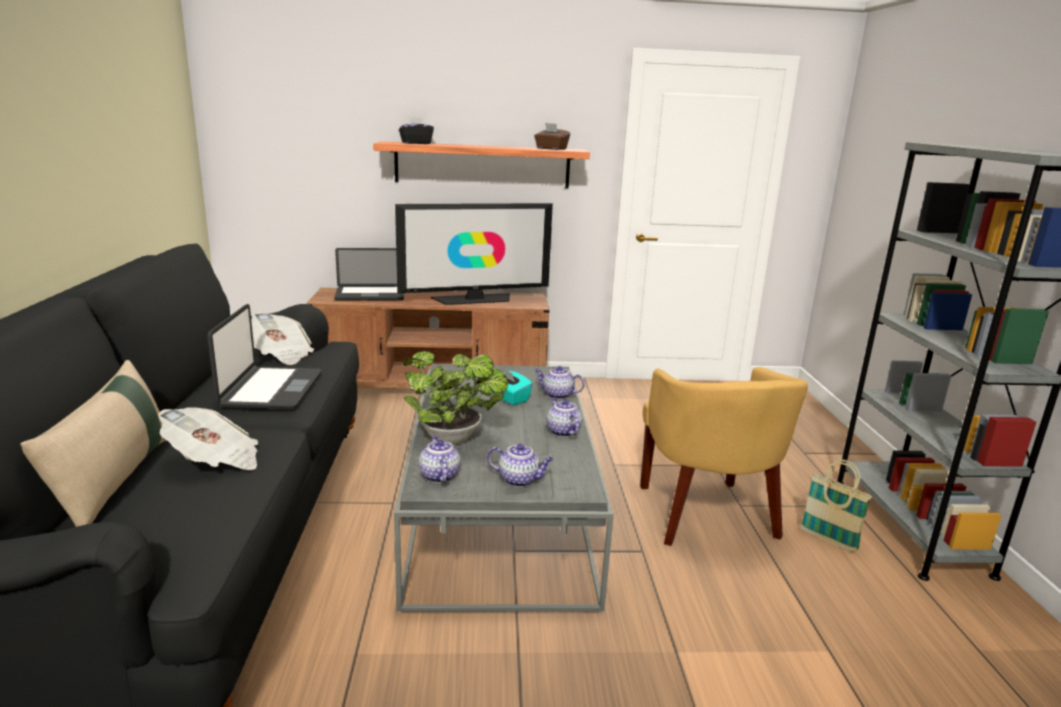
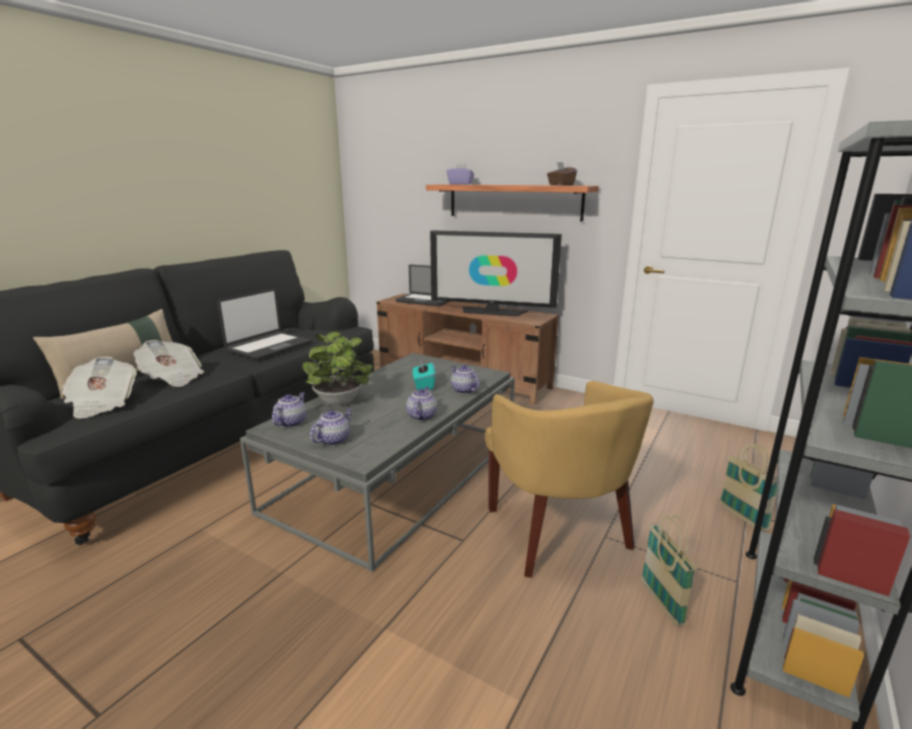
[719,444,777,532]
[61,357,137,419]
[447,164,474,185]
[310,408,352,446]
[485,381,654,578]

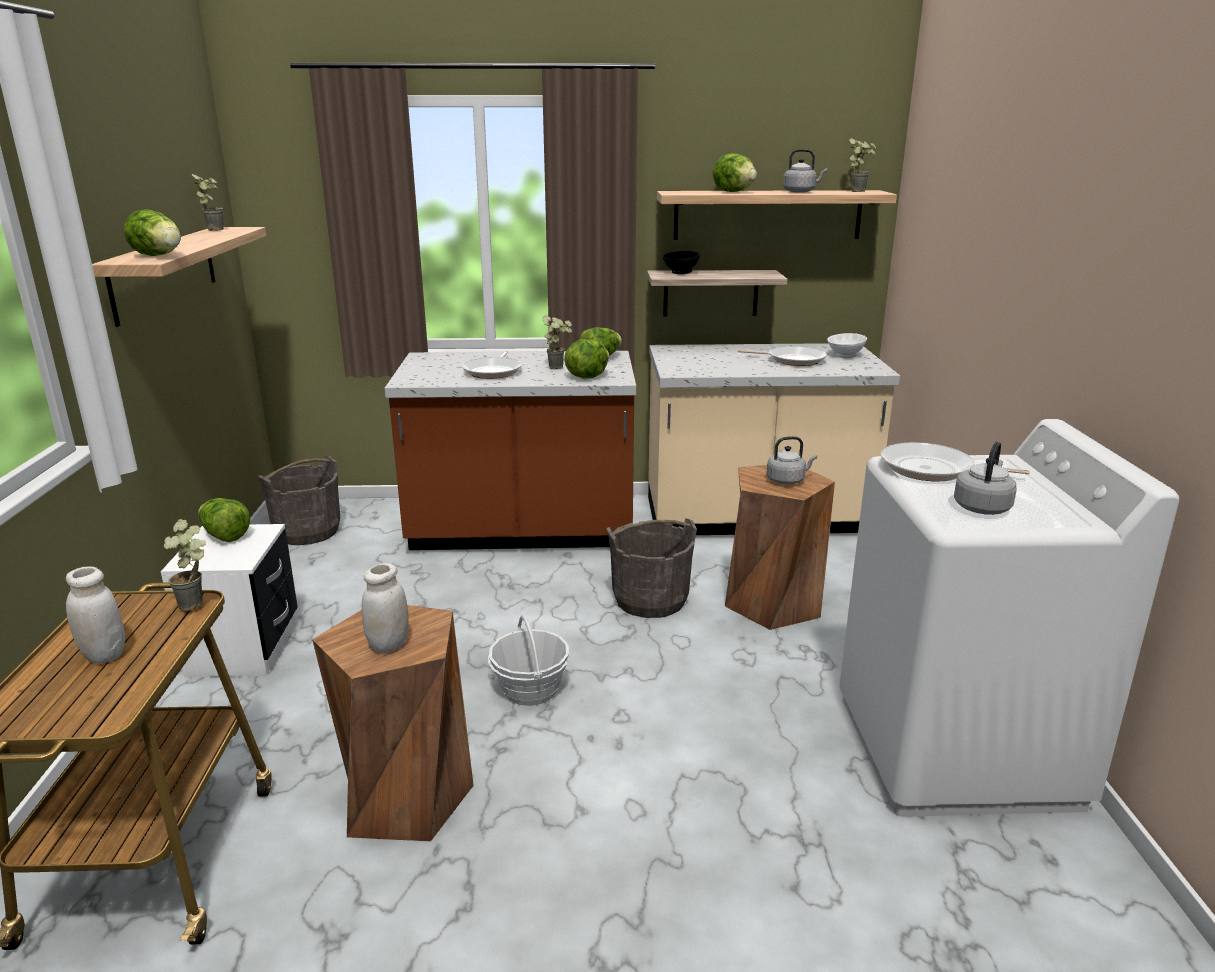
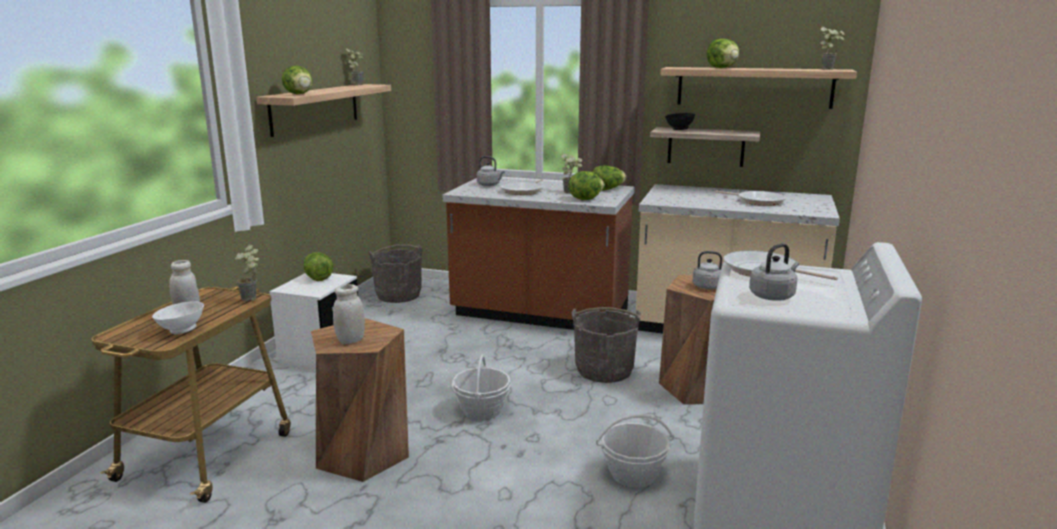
[596,415,674,488]
[477,156,505,186]
[152,301,204,334]

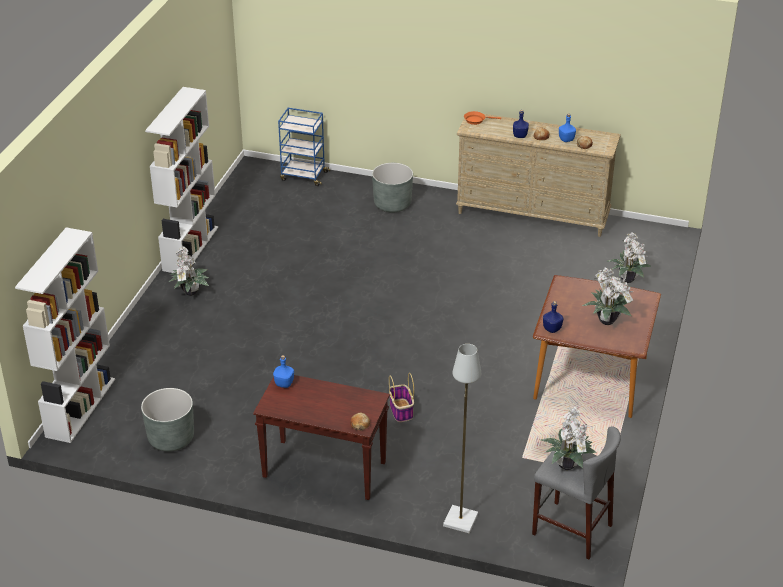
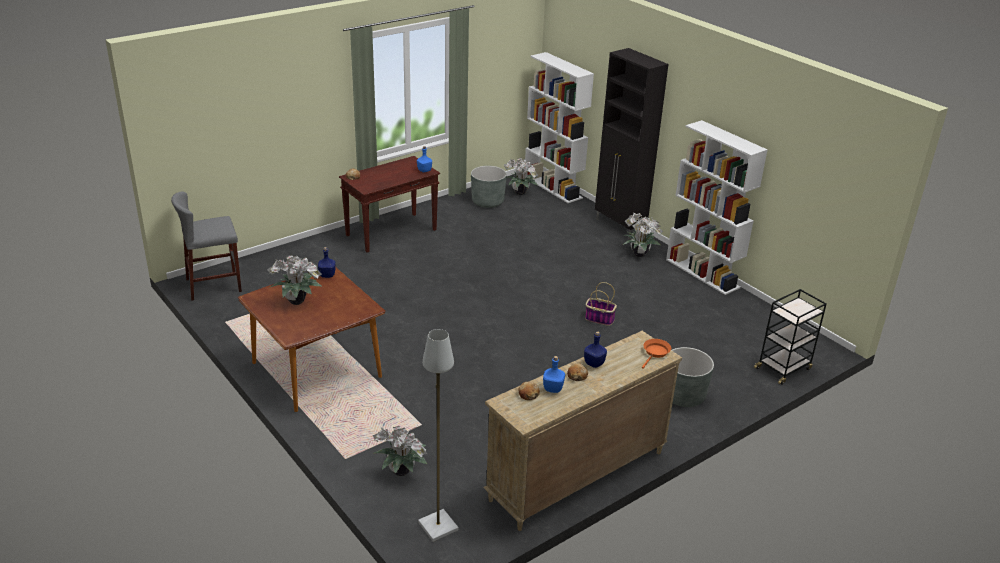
[595,48,668,239]
[585,282,617,326]
[418,329,459,542]
[504,158,538,195]
[754,289,827,385]

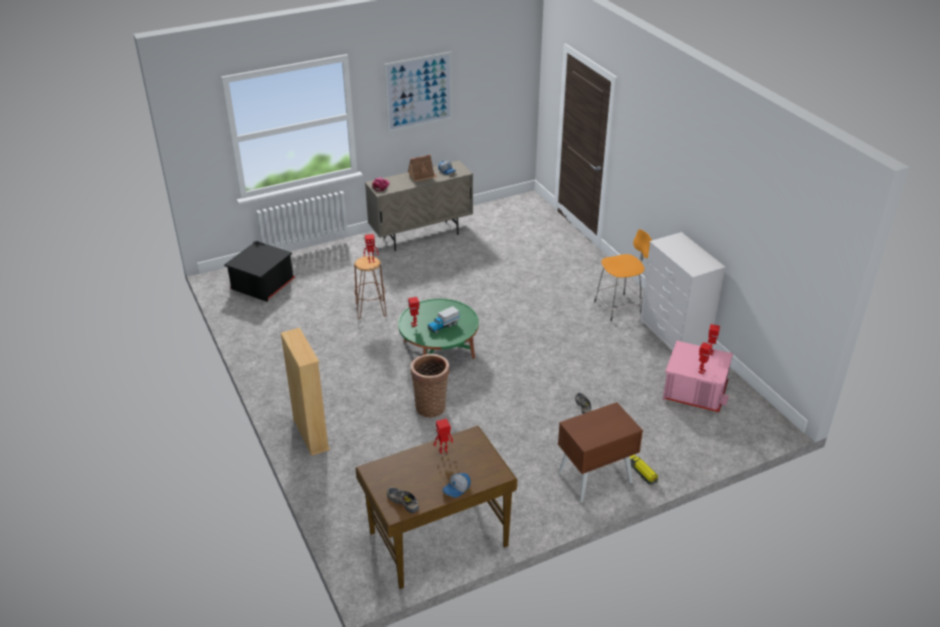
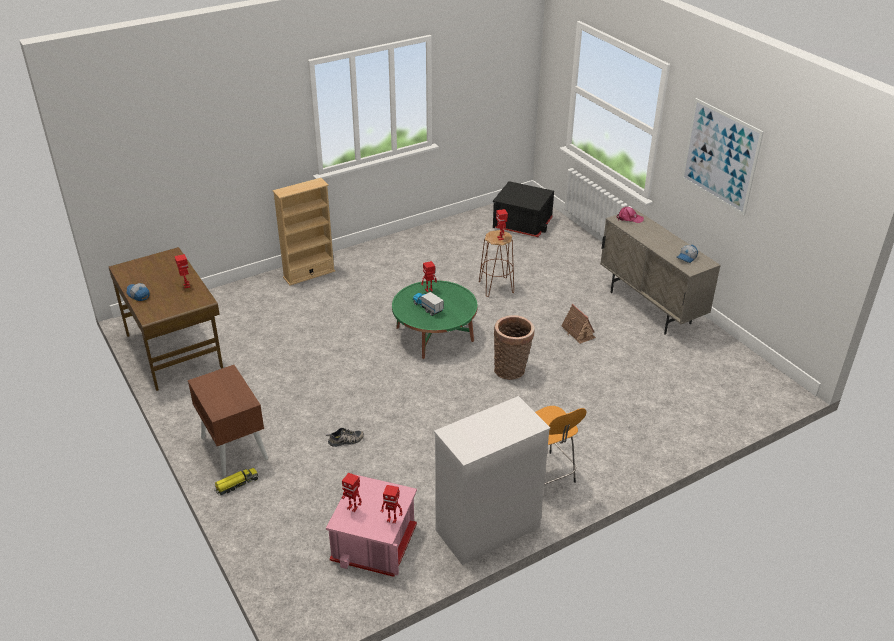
[387,487,419,513] (first image)
[561,304,596,344]
[494,315,535,380]

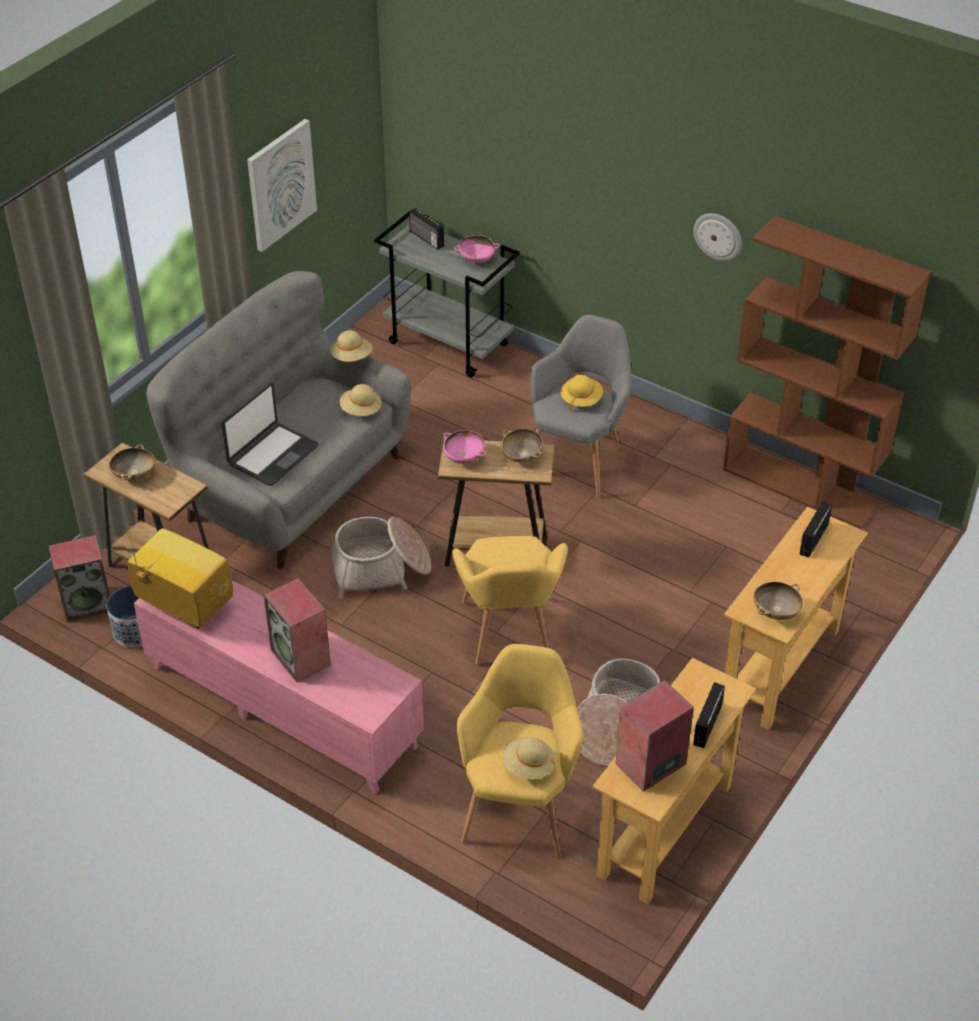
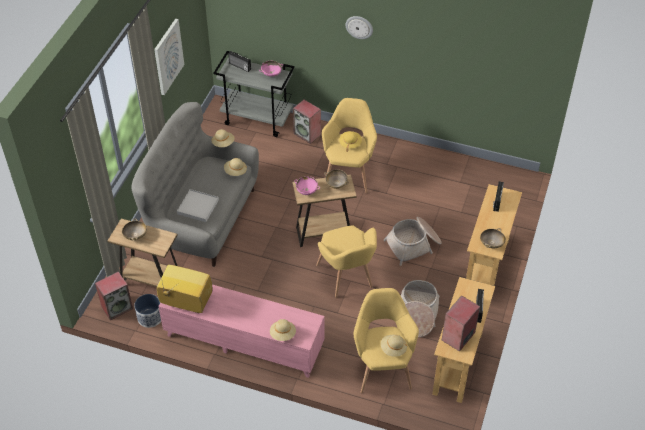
[723,215,931,529] (first image)
[270,319,296,341]
[293,100,321,144]
[383,217,441,266]
[346,16,373,39]
[177,189,219,222]
[322,98,377,193]

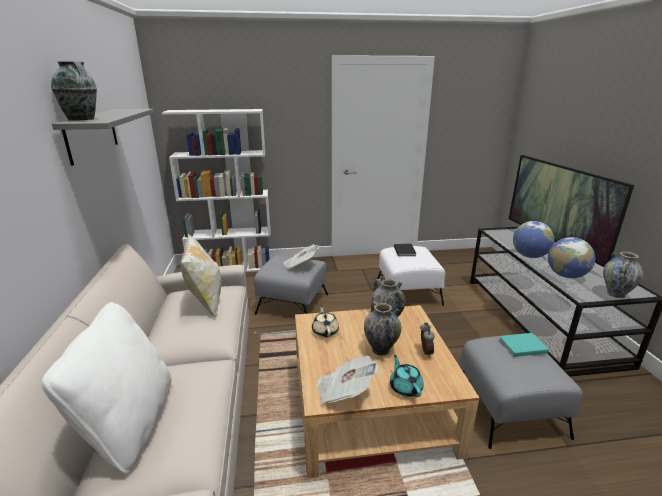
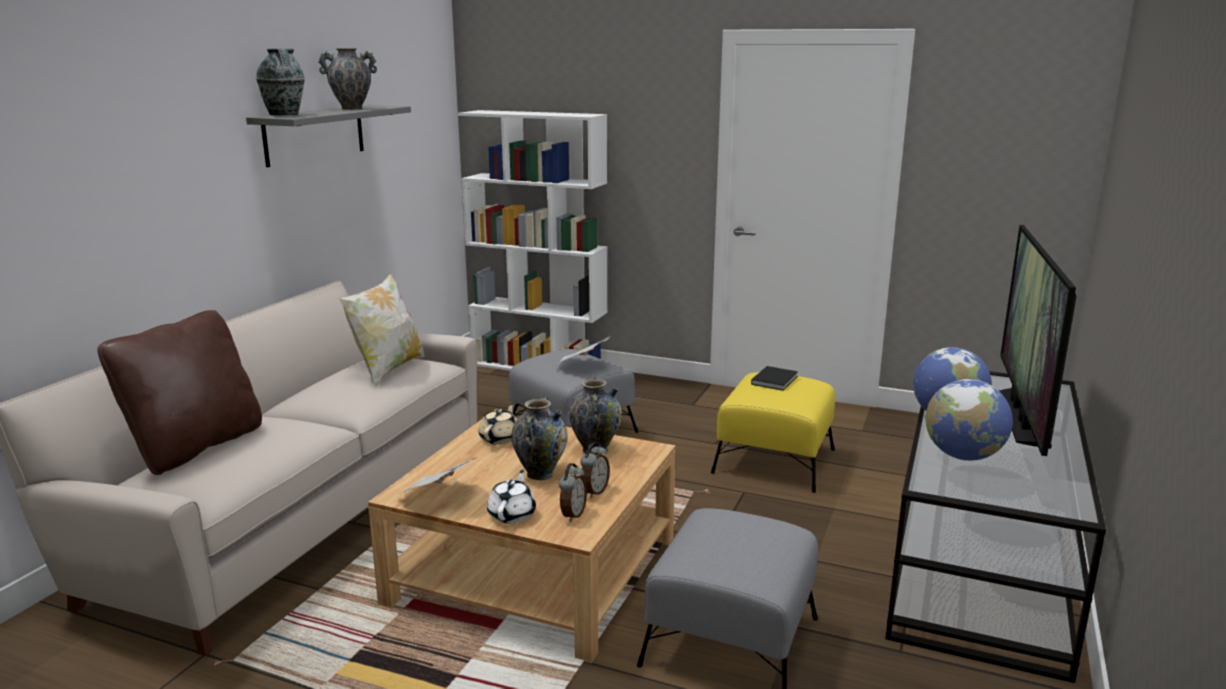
[499,333,549,357] (first image)
[559,463,587,522]
[318,48,377,110]
[97,310,262,475]
[711,372,835,493]
[487,470,536,523]

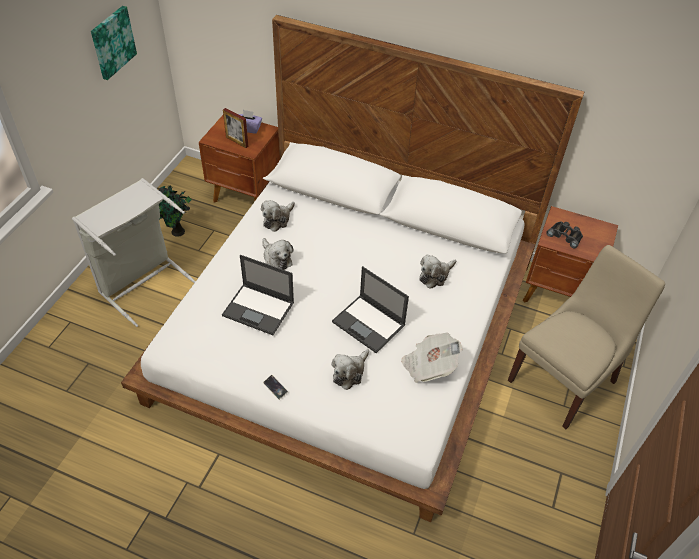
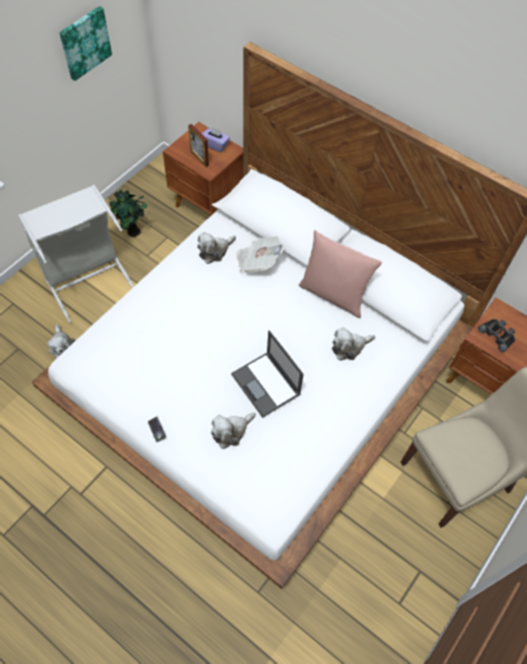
[222,255,294,335] (first image)
[299,230,382,318]
[47,324,75,359]
[236,236,283,272]

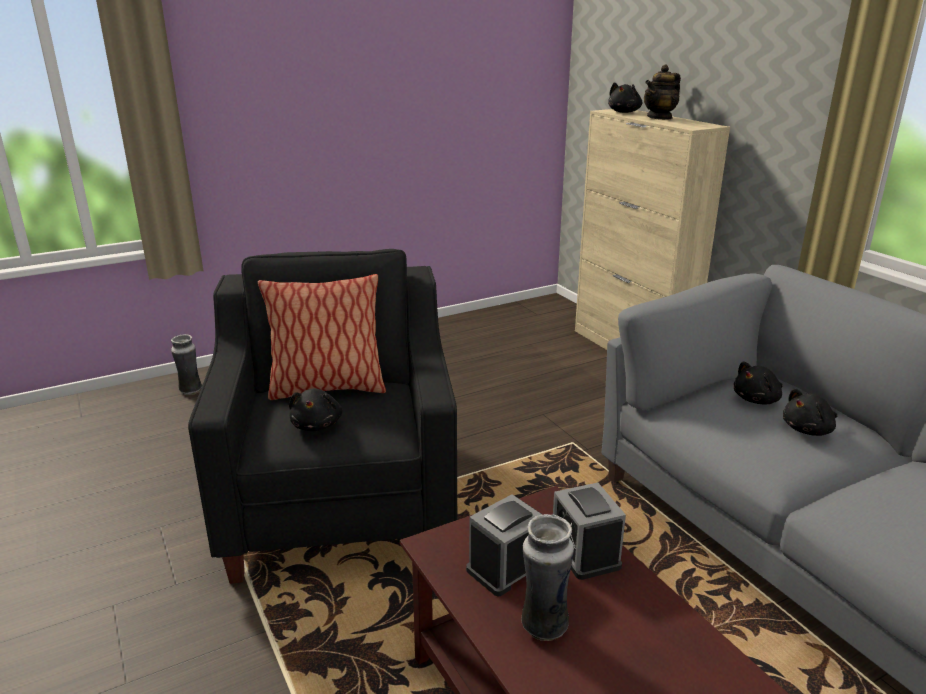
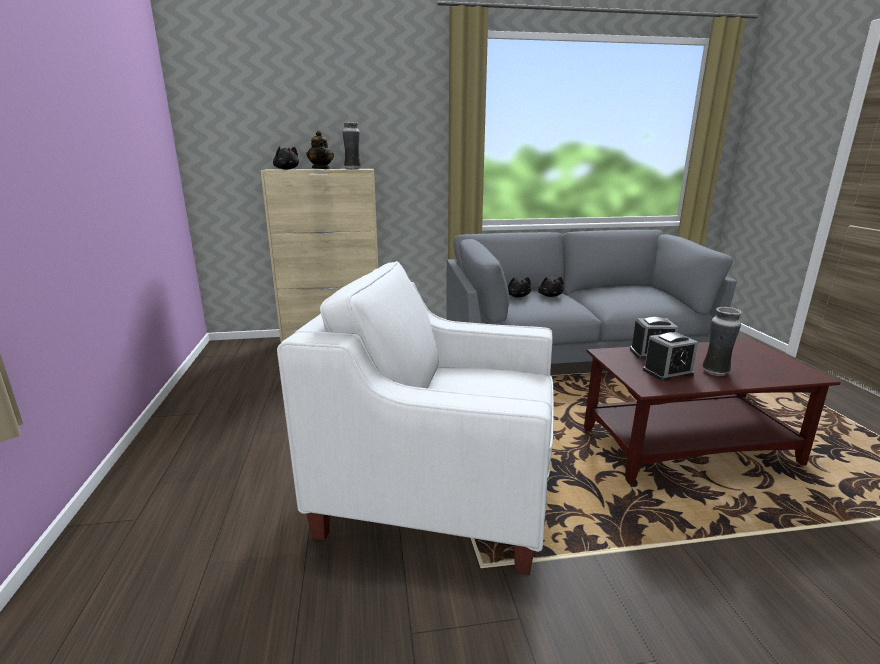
[258,274,386,400] (first image)
[289,388,342,431] (first image)
[342,122,361,170]
[277,261,554,575]
[643,332,698,381]

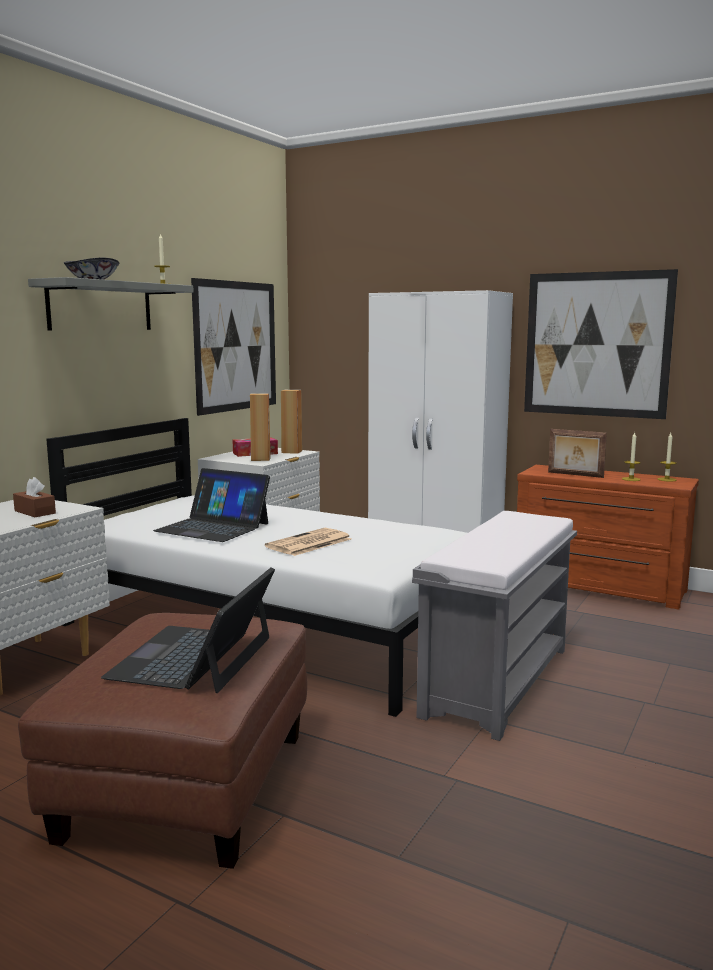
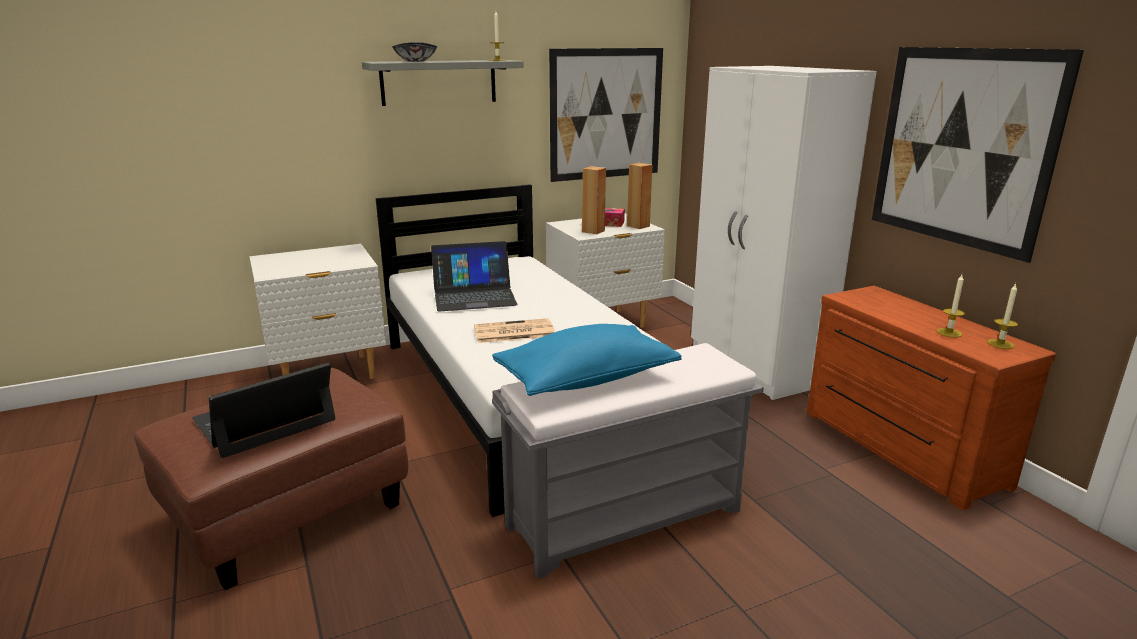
[13,477,56,517] (first image)
[548,429,607,478] (first image)
[492,324,682,396]
[431,241,518,312]

